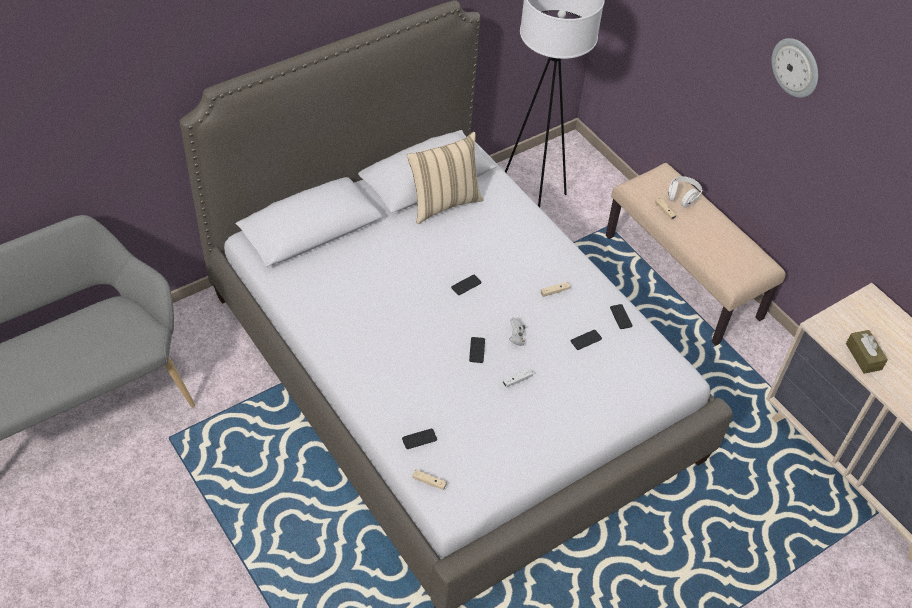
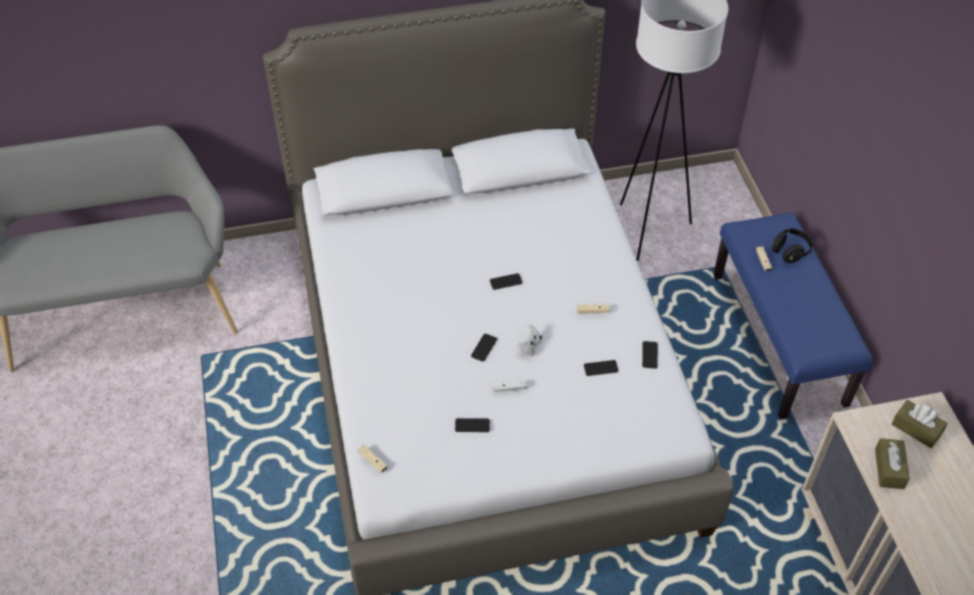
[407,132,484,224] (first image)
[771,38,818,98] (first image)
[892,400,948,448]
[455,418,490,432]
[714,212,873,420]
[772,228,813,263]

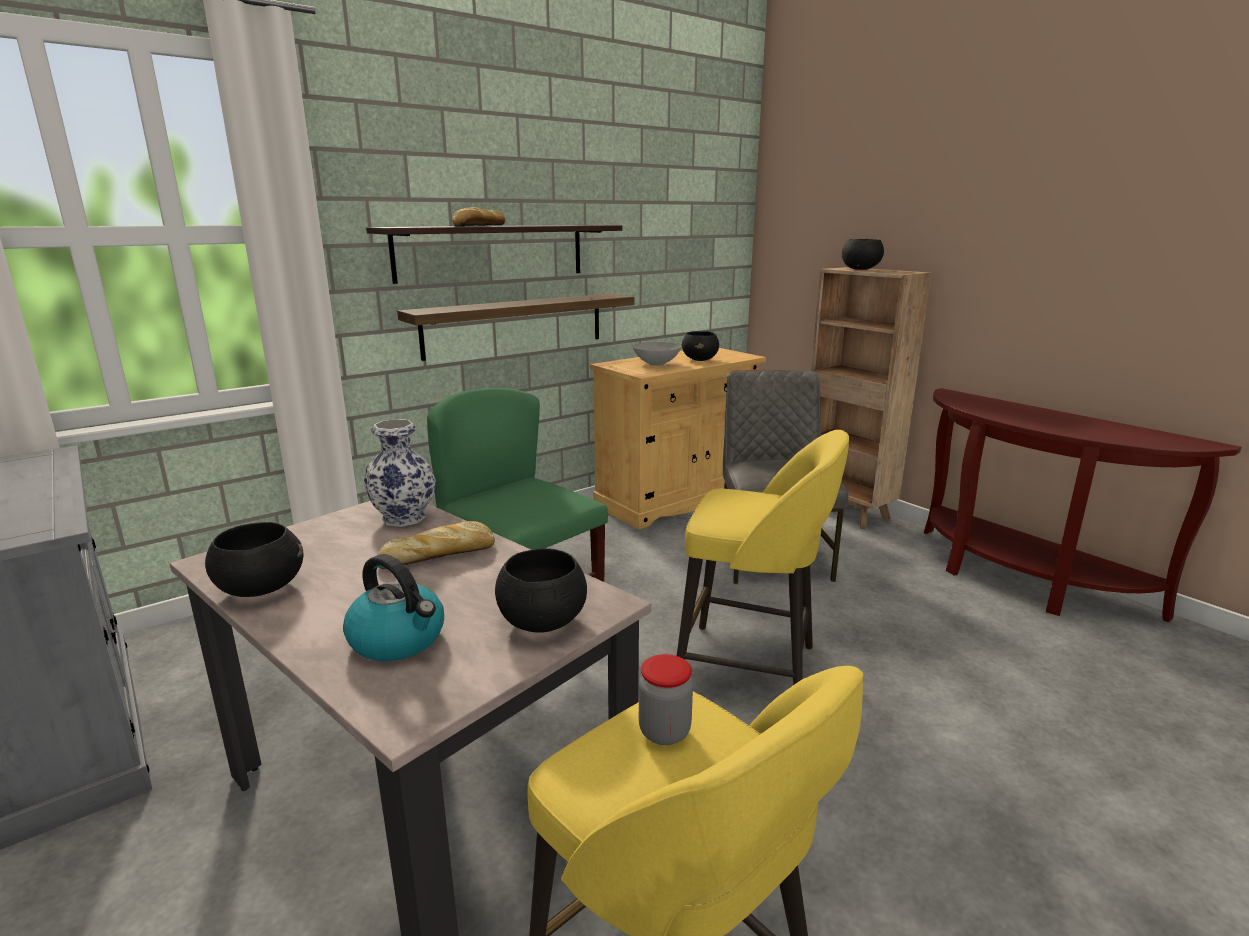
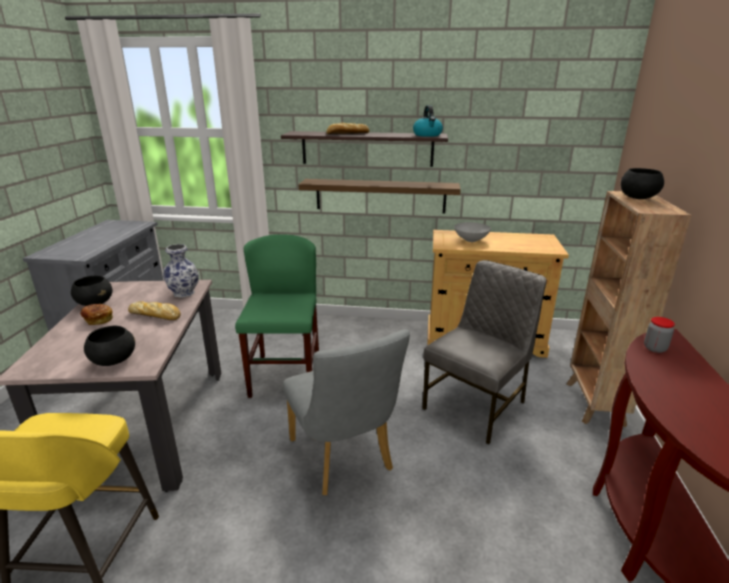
[682,331,719,361] (first image)
[80,304,113,325]
[413,105,443,137]
[644,317,675,353]
[283,329,410,495]

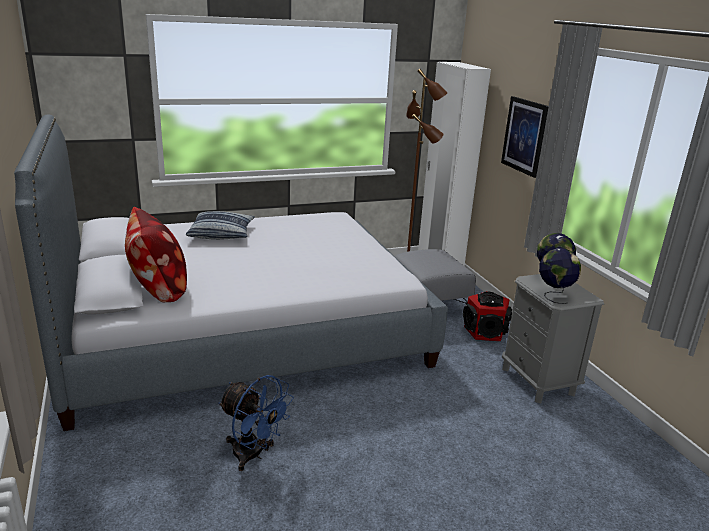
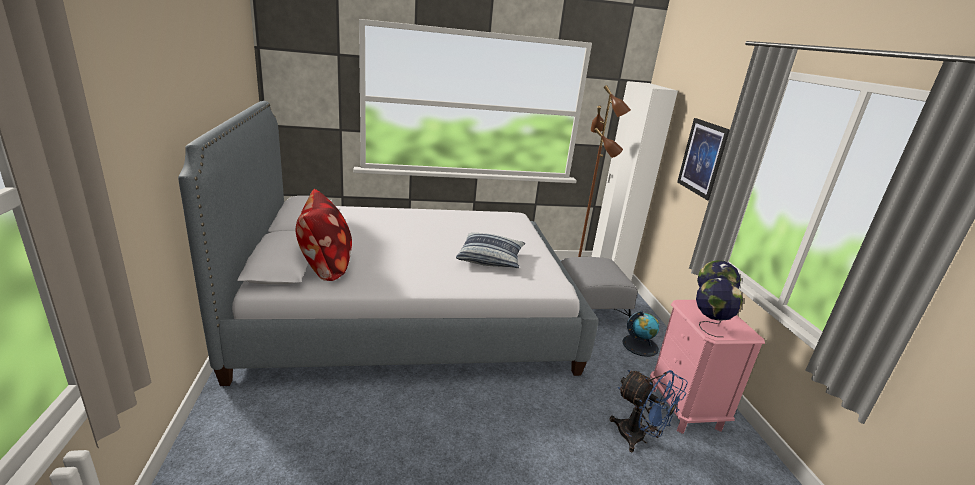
[456,233,525,268]
[609,370,688,452]
[622,311,659,357]
[650,300,765,434]

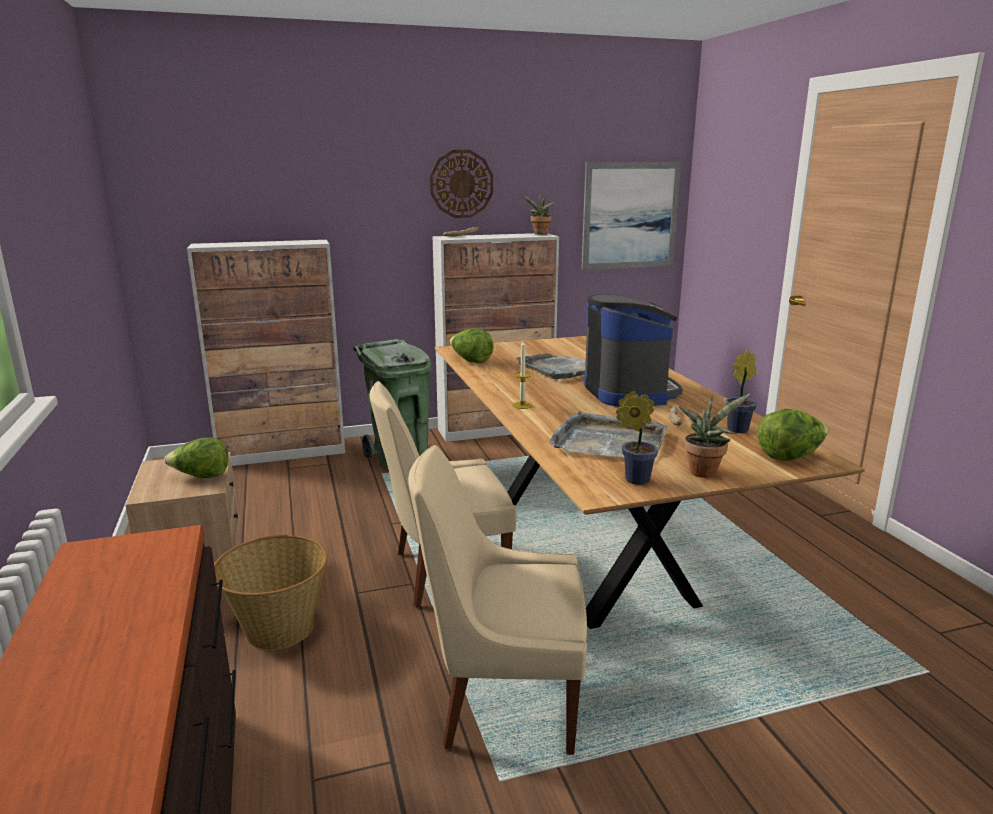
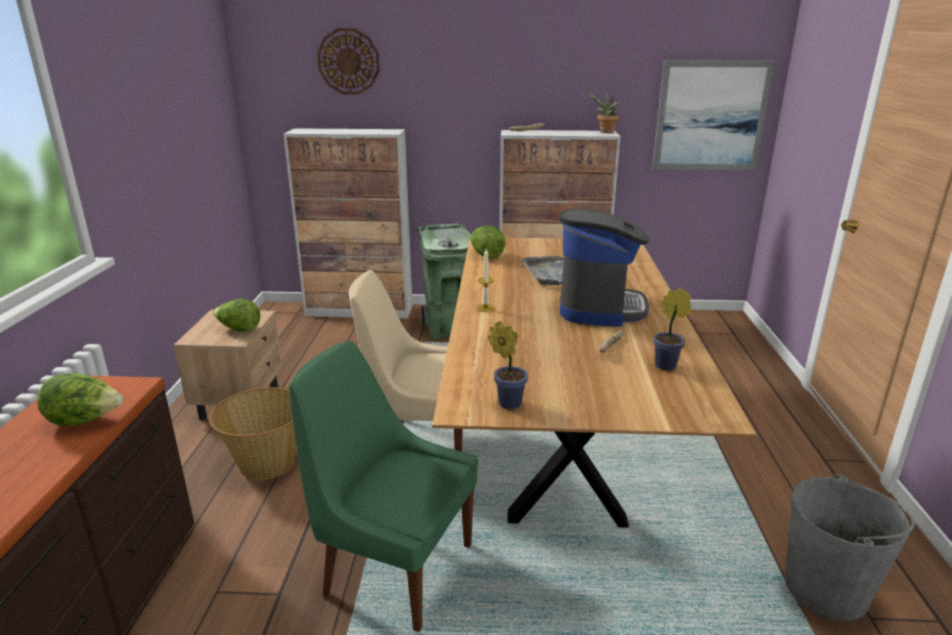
[549,411,667,460] (first image)
[679,394,750,478] (first image)
[784,474,915,621]
[317,28,380,95]
[37,374,123,426]
[289,341,478,632]

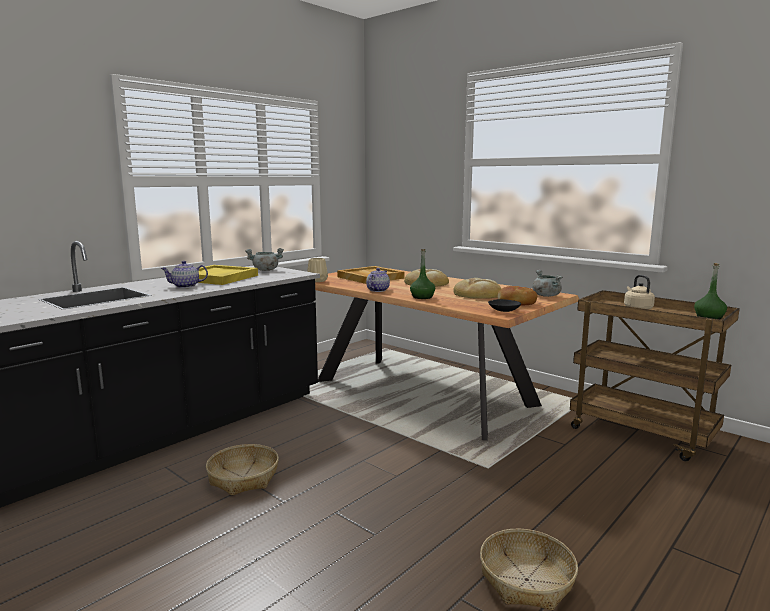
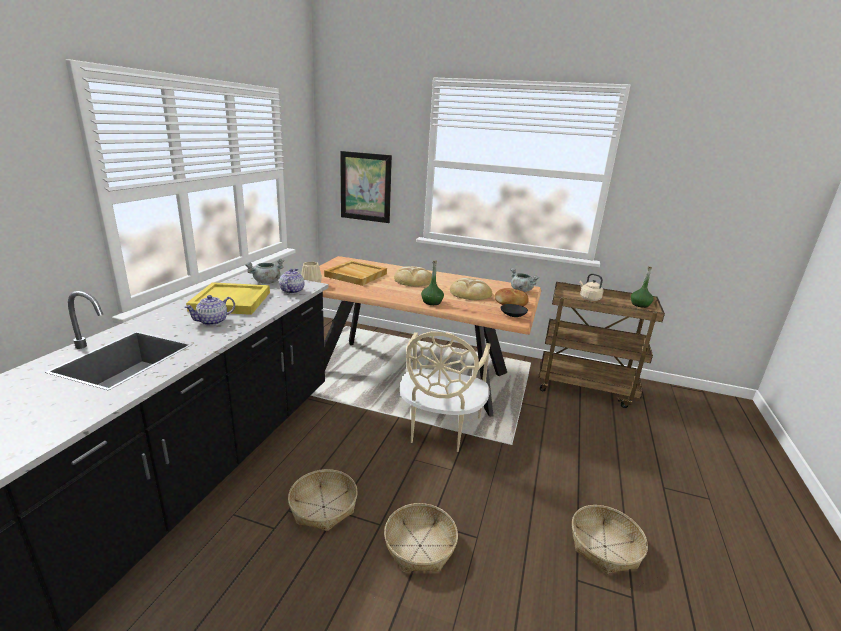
[340,151,392,223]
[384,503,458,572]
[400,331,491,452]
[279,269,304,294]

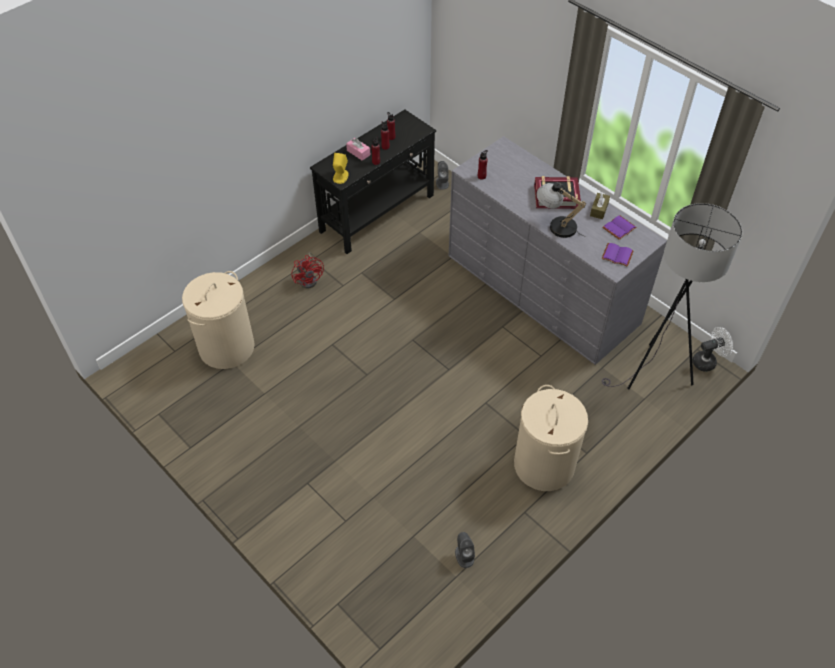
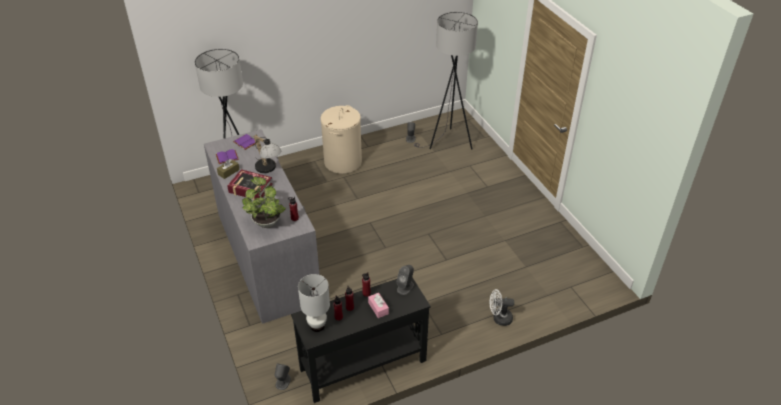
[182,271,255,369] (first image)
[291,252,324,289] (first image)
[242,177,286,228]
[298,274,330,332]
[414,12,478,150]
[490,289,514,326]
[396,265,414,295]

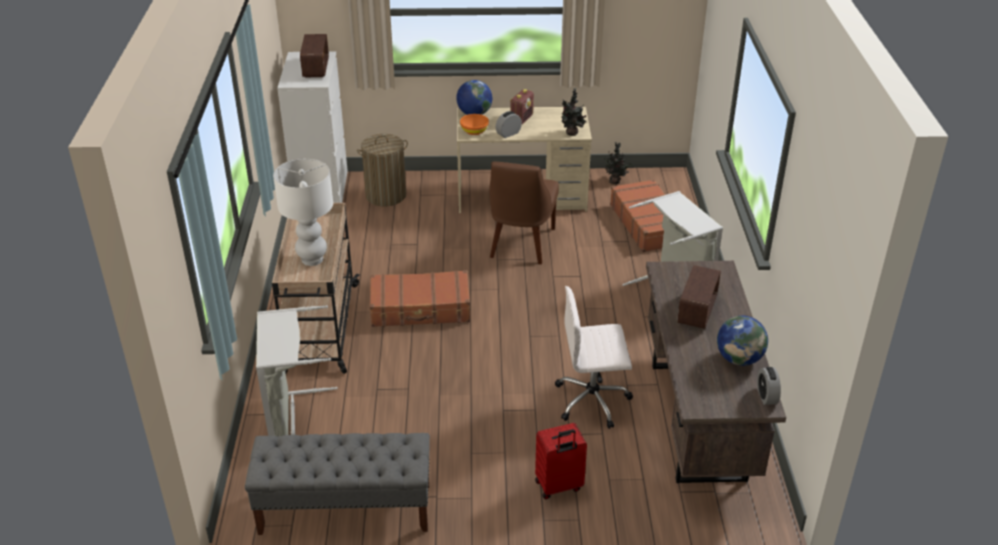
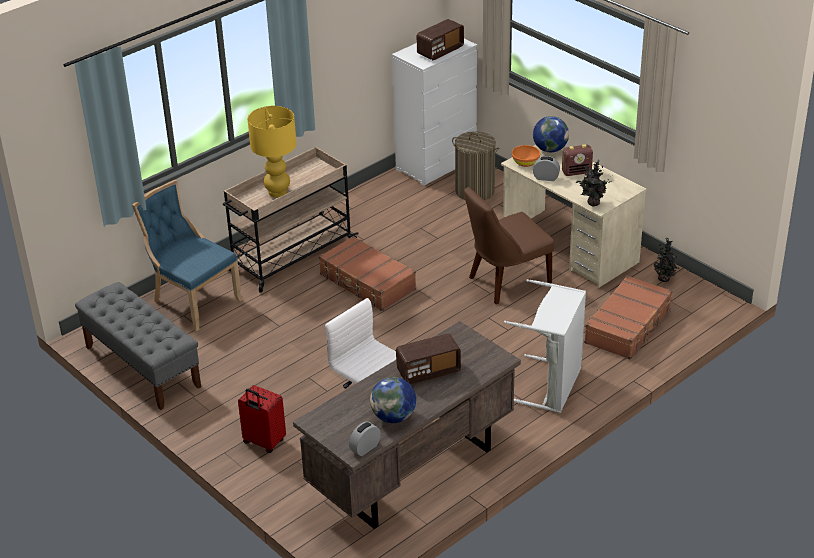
[132,180,243,331]
[248,106,297,198]

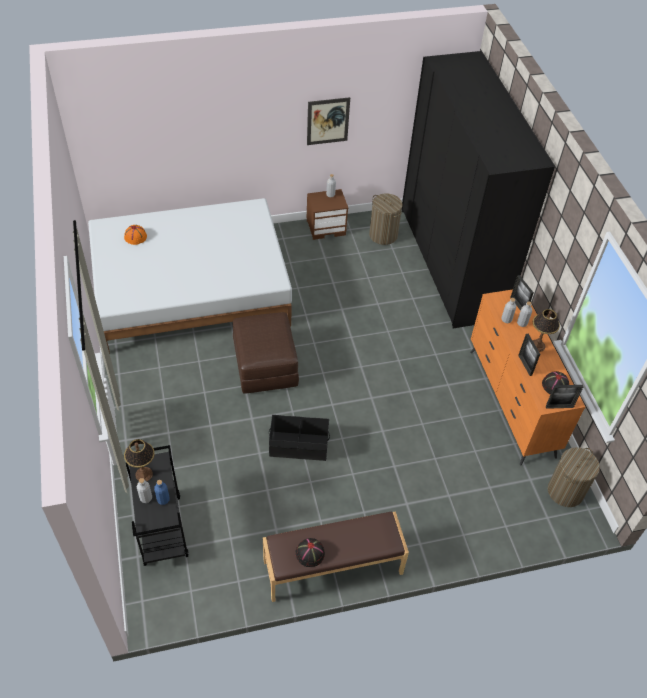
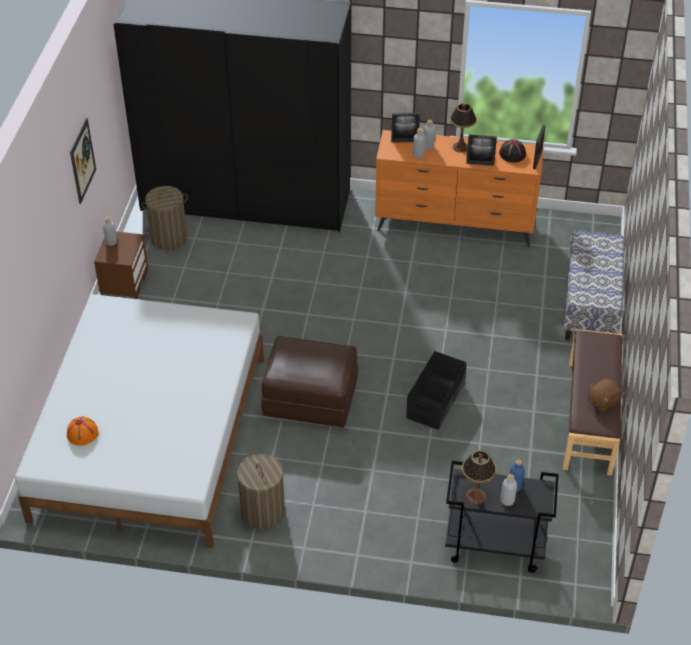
[563,230,624,341]
[237,454,285,529]
[588,378,622,412]

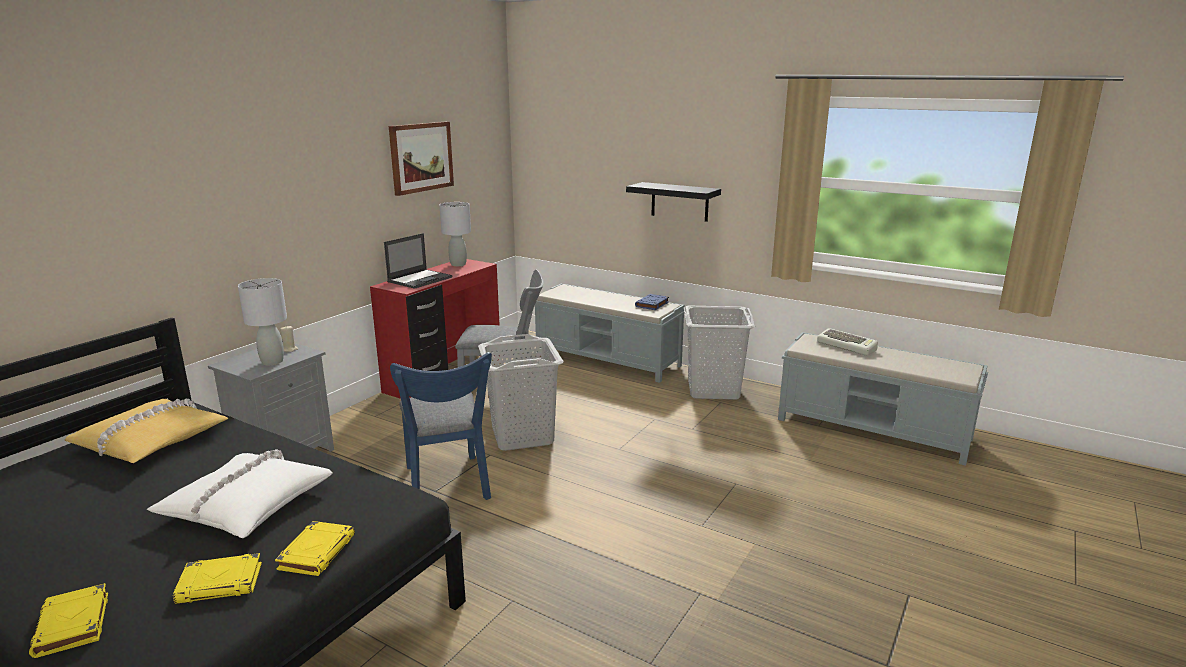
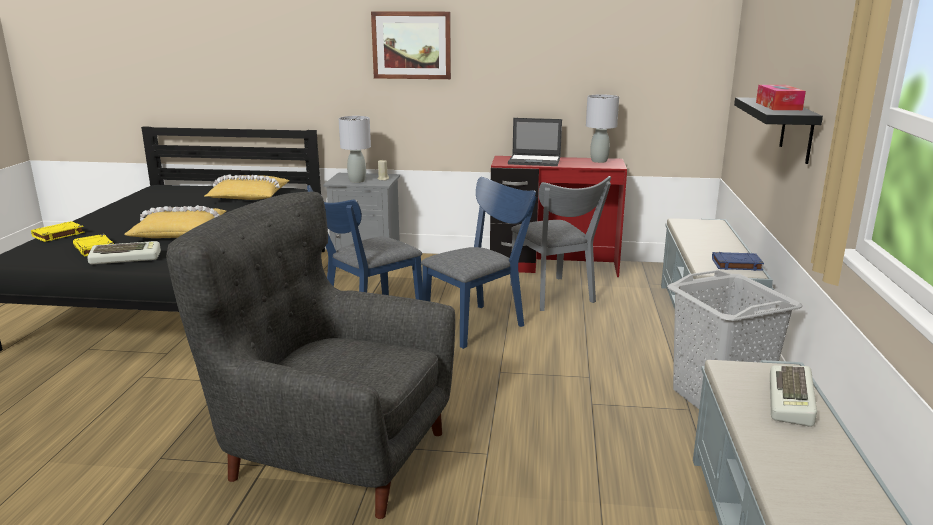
[166,192,455,519]
[756,85,806,110]
[371,11,451,79]
[87,241,161,264]
[421,177,537,349]
[124,205,226,238]

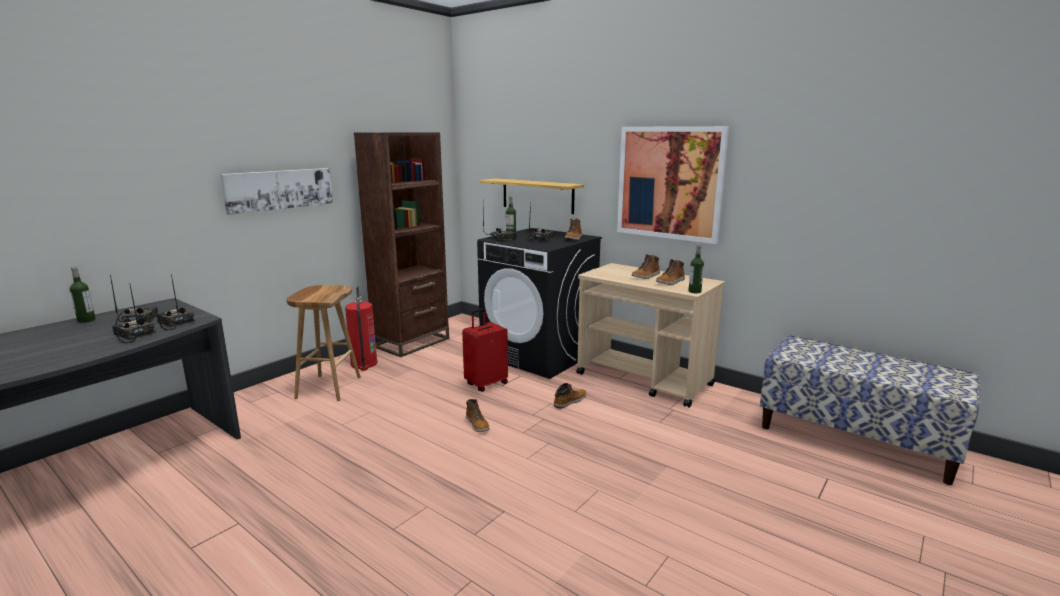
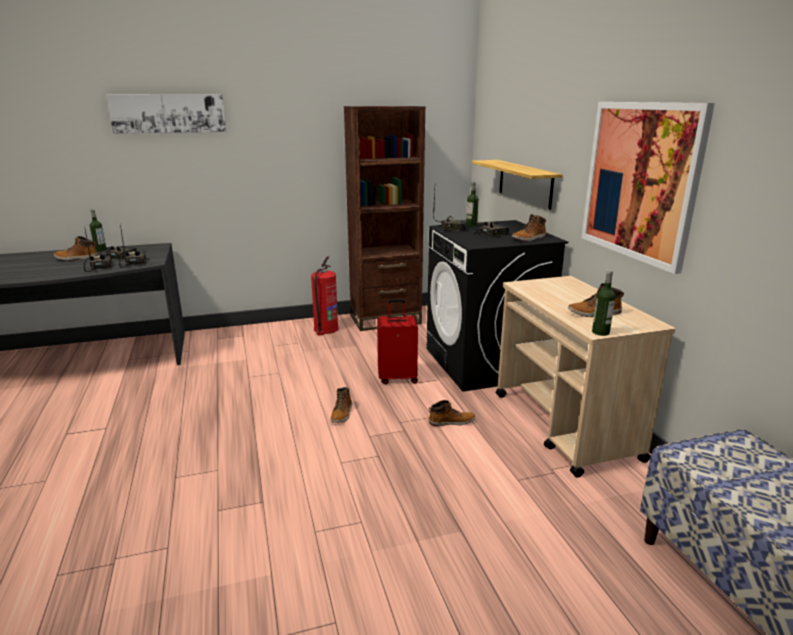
[286,285,361,401] (first image)
[106,94,226,134]
[54,236,98,261]

